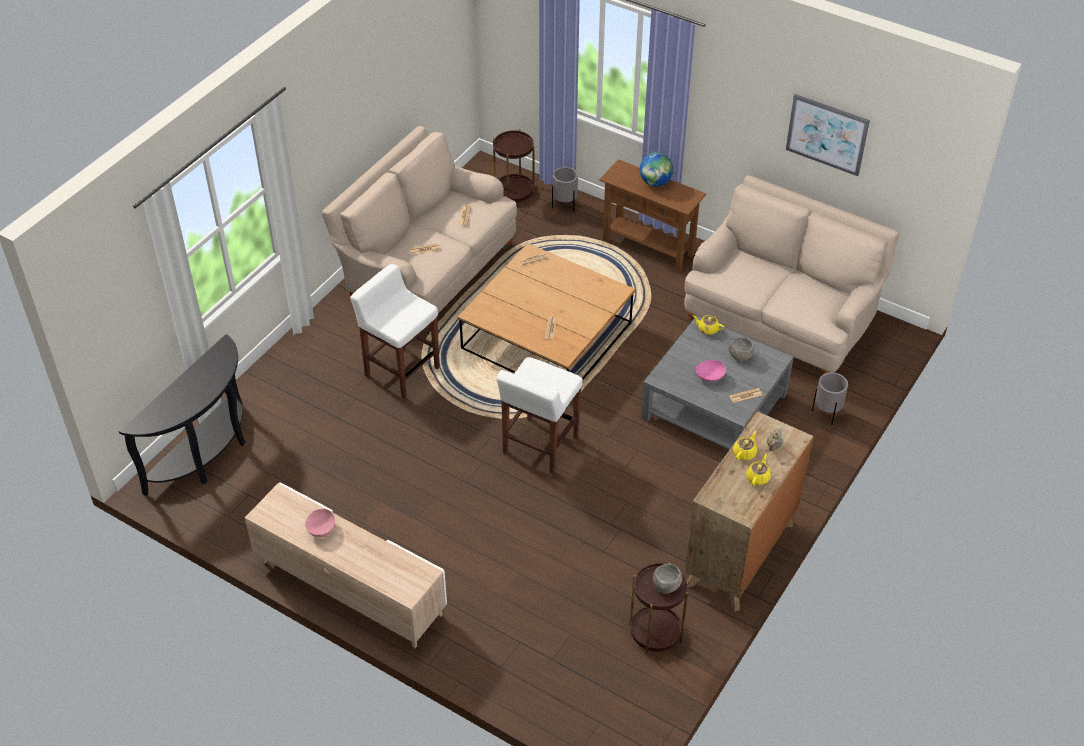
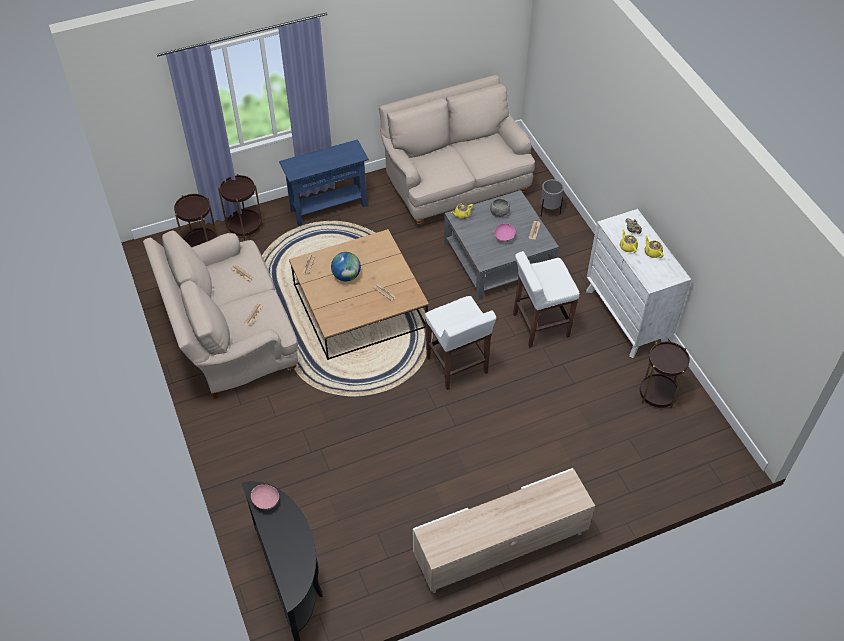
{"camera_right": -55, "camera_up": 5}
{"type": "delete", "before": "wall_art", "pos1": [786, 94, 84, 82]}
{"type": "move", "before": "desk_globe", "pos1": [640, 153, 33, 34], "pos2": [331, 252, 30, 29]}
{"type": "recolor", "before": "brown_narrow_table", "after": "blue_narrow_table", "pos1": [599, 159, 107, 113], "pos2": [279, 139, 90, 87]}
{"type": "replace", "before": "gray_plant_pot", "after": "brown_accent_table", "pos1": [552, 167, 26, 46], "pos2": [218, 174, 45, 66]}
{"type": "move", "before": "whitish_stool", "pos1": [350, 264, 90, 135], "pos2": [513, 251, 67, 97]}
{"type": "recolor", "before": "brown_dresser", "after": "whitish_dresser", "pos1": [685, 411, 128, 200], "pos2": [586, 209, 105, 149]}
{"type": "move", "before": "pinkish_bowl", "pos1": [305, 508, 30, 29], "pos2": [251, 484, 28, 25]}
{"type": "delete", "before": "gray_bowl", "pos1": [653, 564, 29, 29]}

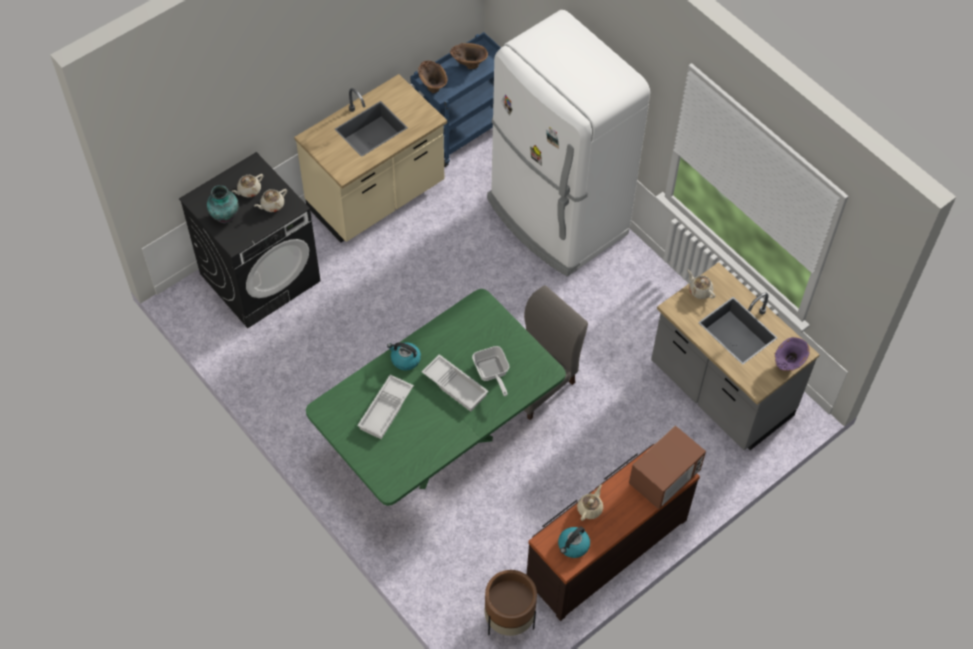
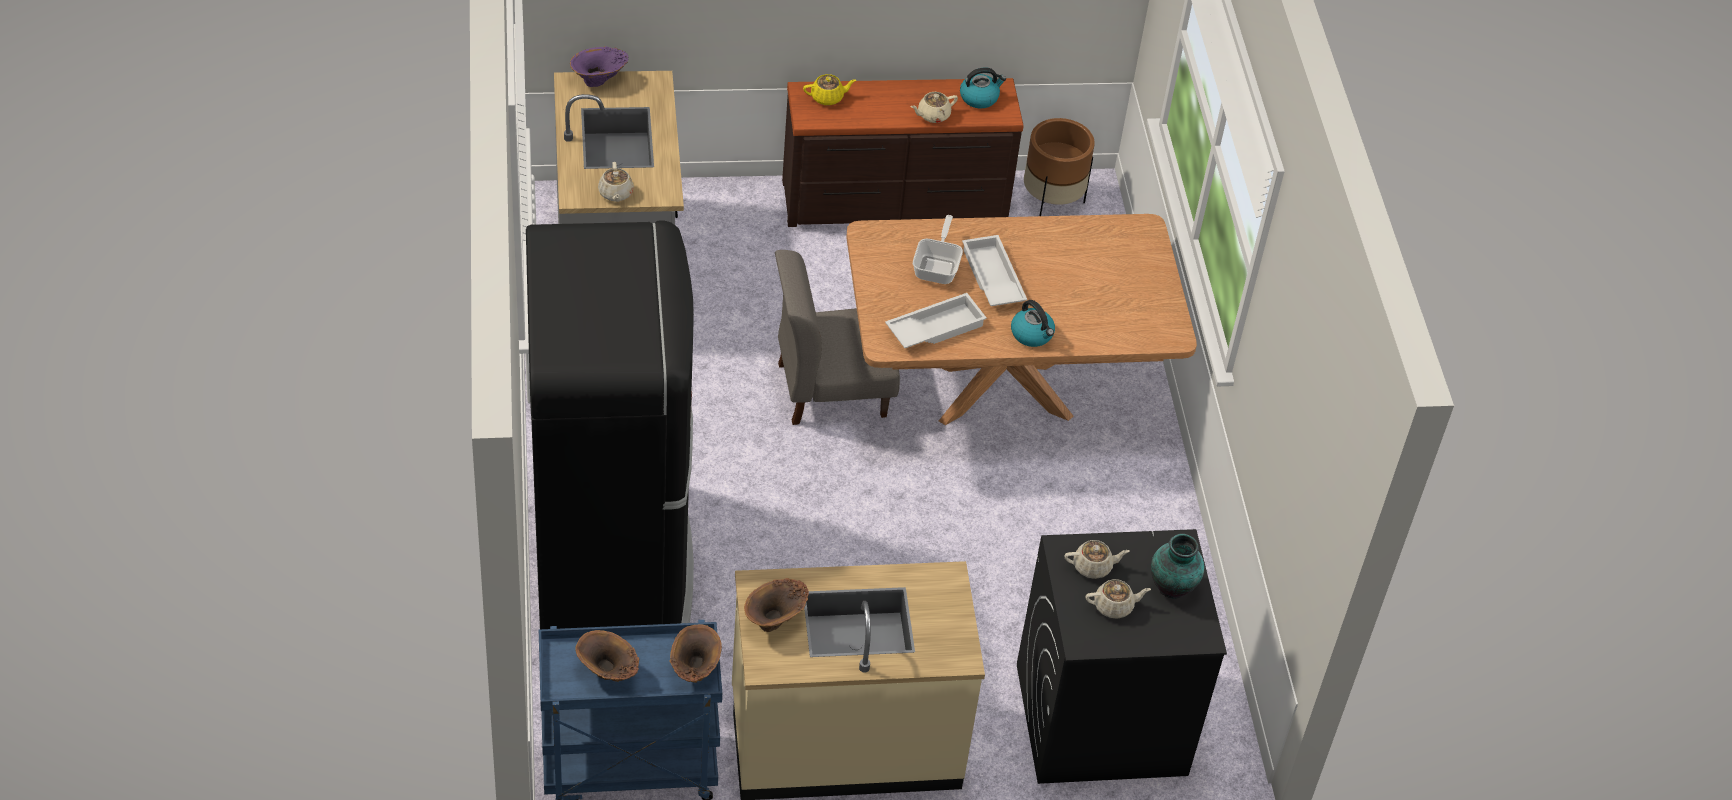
{"camera_right": -150, "camera_up": -10}
{"type": "recolor", "before": "whitish_fridge", "after": "black-coloured_fridge", "pos1": [487, 10, 163, 267], "pos2": [526, 221, 168, 408]}
{"type": "recolor", "before": "green-coloured_dining_table", "after": "brown_dining_table", "pos1": [306, 289, 260, 217], "pos2": [846, 214, 351, 211]}
{"type": "move", "before": "whitish_serving_tray", "pos1": [357, 375, 57, 64], "pos2": [885, 293, 102, 55]}
{"type": "replace", "before": "microwave", "after": "yellow_teapot", "pos1": [629, 425, 77, 84], "pos2": [803, 74, 53, 31]}
{"type": "insert", "after": "brown_flower_vase", "pos2": [744, 578, 65, 54]}

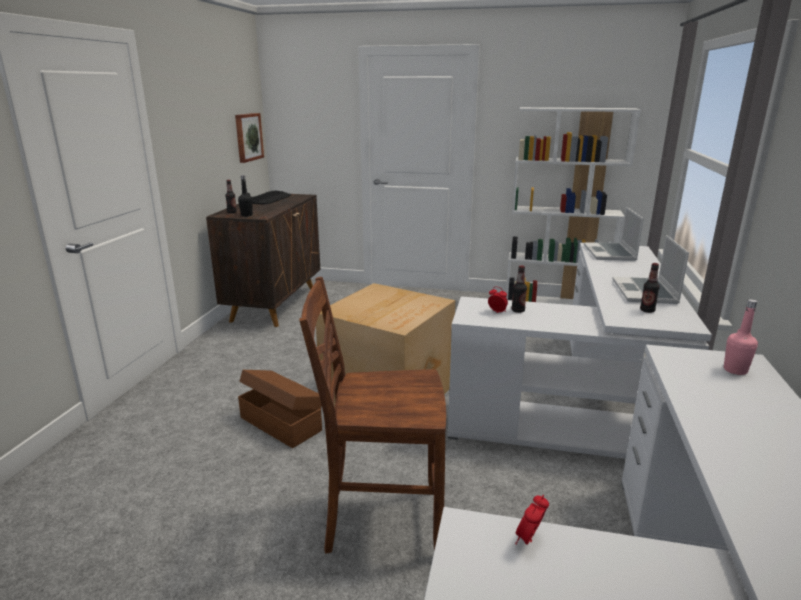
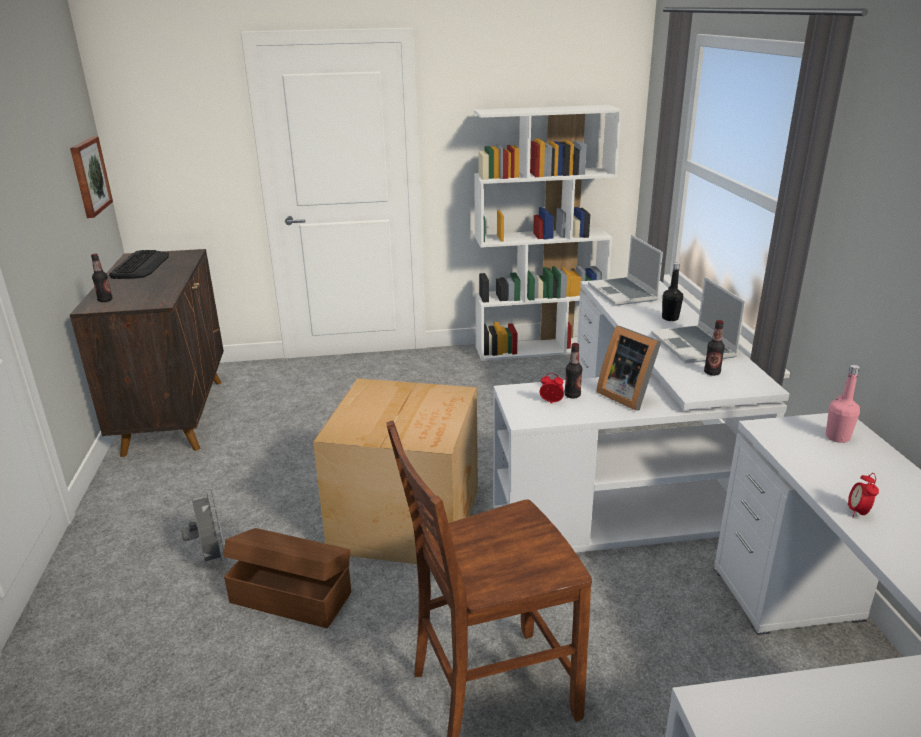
{"camera_right": -20, "camera_up": 5}
{"type": "move", "before": "black-coloured_drink_bottle", "pos1": [238, 175, 15, 42], "pos2": [662, 263, 21, 58]}
{"type": "move", "before": "bedside_clock", "pos1": [515, 495, 34, 50], "pos2": [848, 473, 31, 45]}
{"type": "insert", "after": "standing_frame", "pos2": [596, 326, 65, 85]}
{"type": "insert", "after": "gray_electric_fan", "pos2": [181, 488, 46, 78]}

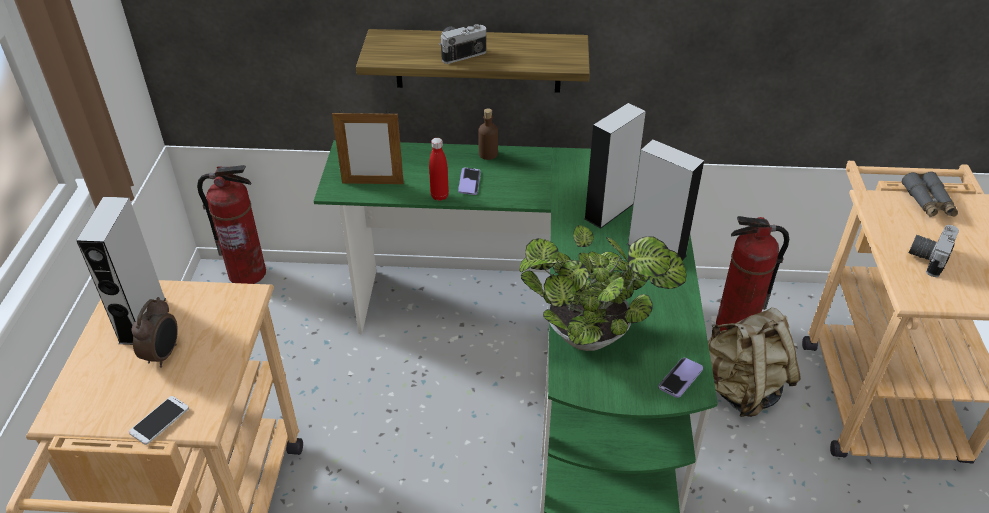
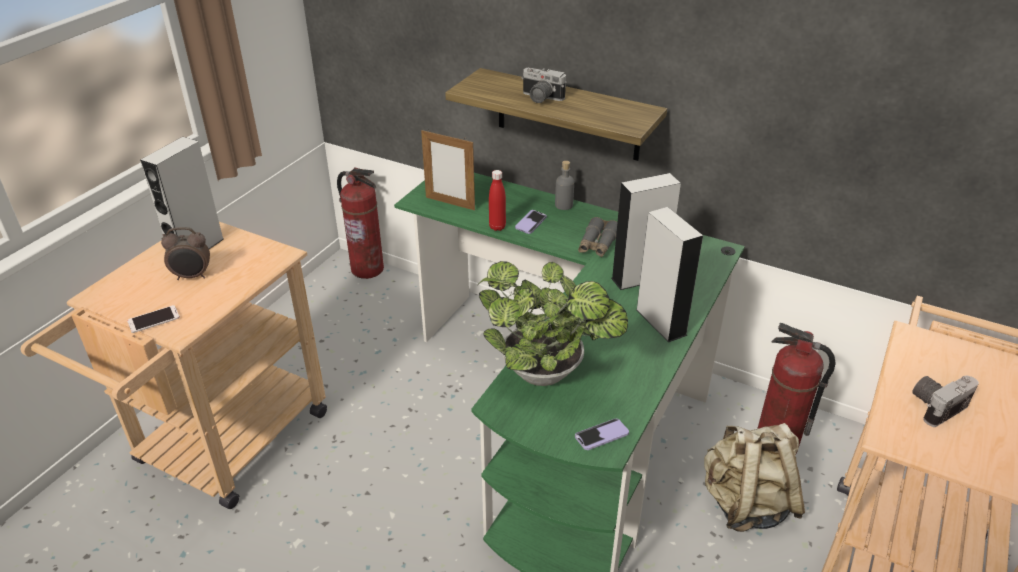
{"camera_right": 25, "camera_up": -5}
{"type": "rotate", "before": "photo_camera", "pos1": [439, 24, 47, 40], "pos2": [521, 68, 45, 35], "turn": -150}
{"type": "recolor", "before": "brown_drink_bottle", "after": "gray_drink_bottle", "pos1": [478, 108, 20, 52], "pos2": [555, 161, 19, 49]}
{"type": "move", "before": "gray_pair_of_binoculars", "pos1": [902, 172, 56, 45], "pos2": [578, 217, 39, 40]}
{"type": "rotate", "before": "bedside_clock", "pos1": [132, 297, 46, 71], "pos2": [161, 227, 49, 53], "turn": 45}

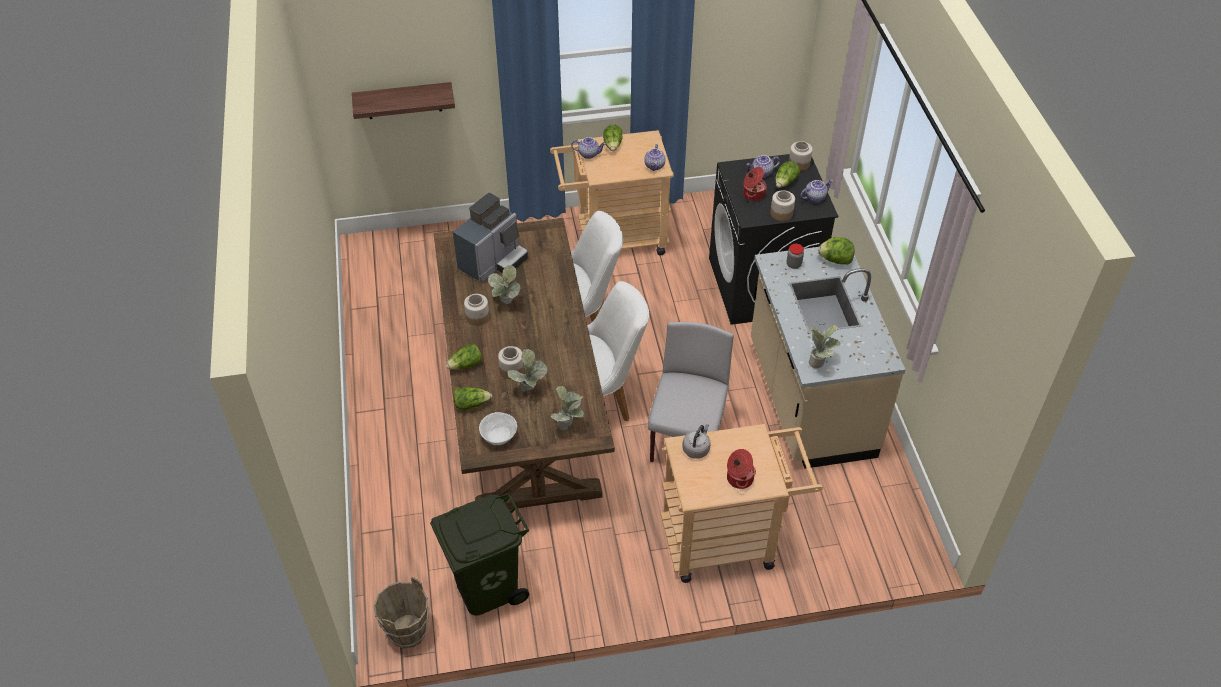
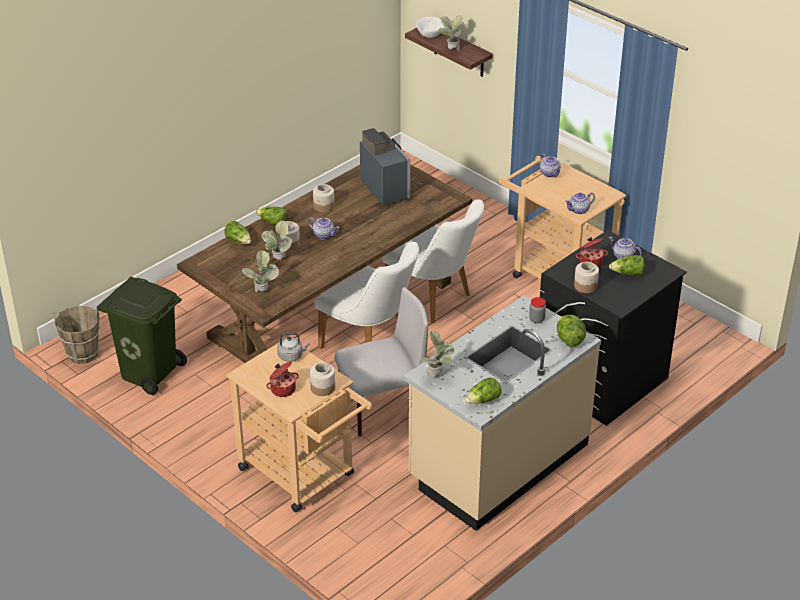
{"camera_right": 55, "camera_up": -10}
{"type": "move", "before": "head_of_lettuce", "pos1": [603, 124, 20, 27], "pos2": [465, 377, 37, 27]}
{"type": "move", "before": "preserve_jar", "pos1": [789, 141, 24, 30], "pos2": [310, 363, 25, 33]}
{"type": "move", "before": "teapot", "pos1": [801, 180, 32, 23], "pos2": [308, 218, 31, 22]}
{"type": "rotate", "before": "coffee_maker", "pos1": [453, 193, 75, 90], "pos2": [360, 128, 50, 78], "turn": -120}
{"type": "move", "before": "houseplant", "pos1": [488, 265, 32, 39], "pos2": [437, 15, 26, 37]}
{"type": "move", "before": "whitish_bowl", "pos1": [479, 412, 38, 33], "pos2": [416, 17, 29, 21]}

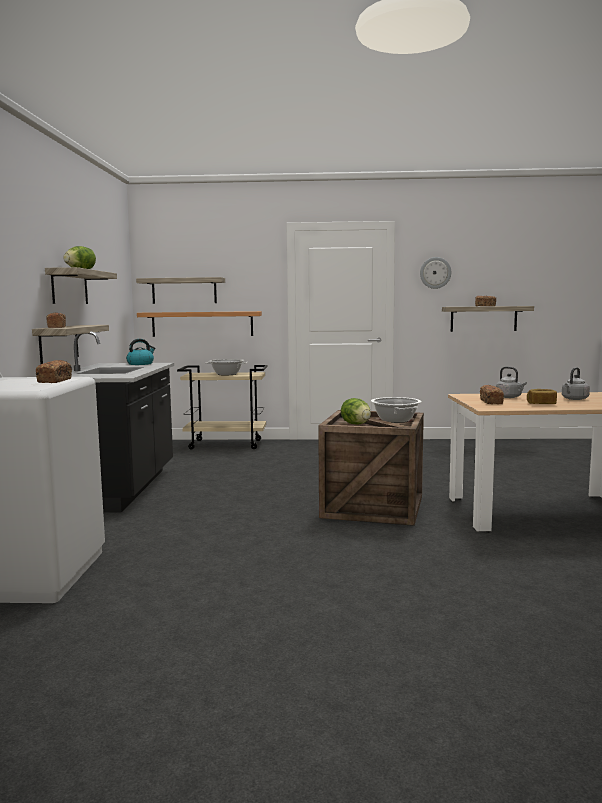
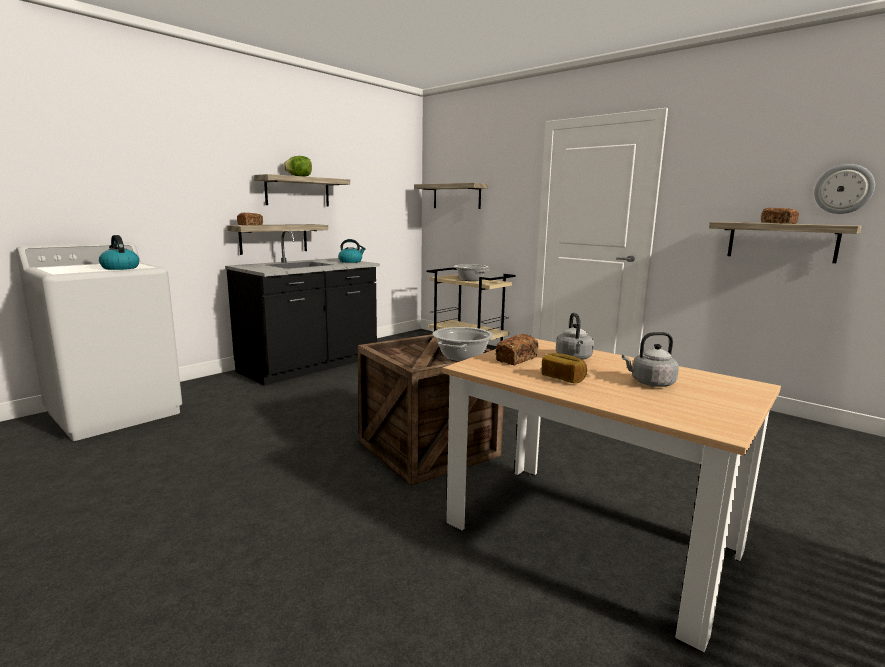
{"camera_right": 40, "camera_up": 5}
{"type": "move", "before": "hanging_clock", "pos1": [420, 257, 31, 32], "pos2": [814, 164, 61, 50]}
{"type": "delete", "before": "shelf", "pos1": [137, 311, 125, 26]}
{"type": "replace", "before": "bread", "after": "water_kettle", "pos1": [36, 360, 36, 23], "pos2": [99, 235, 40, 35]}
{"type": "delete", "before": "head_of_lettuce", "pos1": [341, 398, 30, 27]}

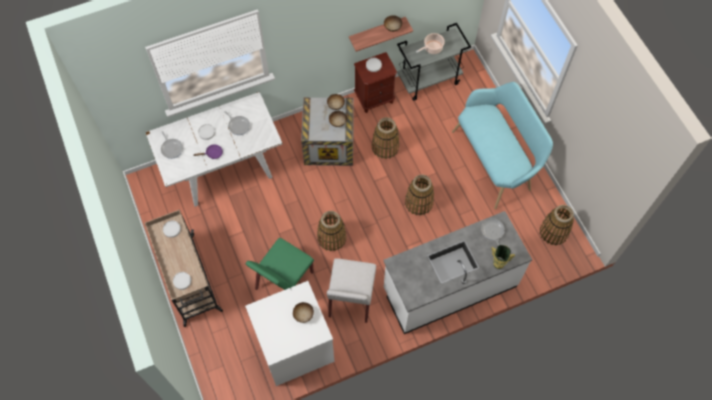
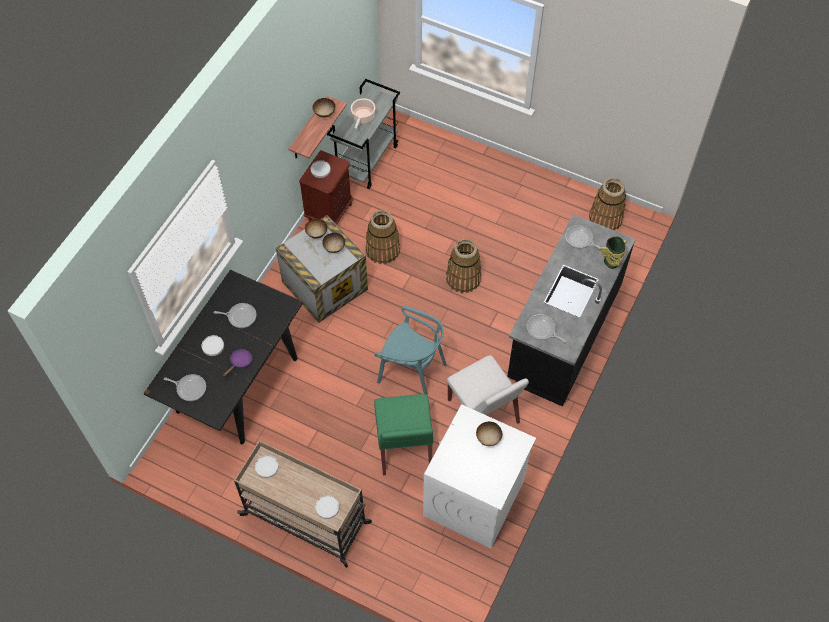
{"camera_right": -40, "camera_up": -5}
{"type": "delete", "before": "turquoise-coloured_long_seat", "pos1": [452, 82, 101, 127]}
{"type": "recolor", "before": "whitish_dining_table", "after": "black-coloured_dining_table", "pos1": [145, 92, 138, 115], "pos2": [144, 270, 159, 175]}
{"type": "replace", "before": "storage_basket", "after": "turquoise-coloured_chair", "pos1": [317, 211, 30, 40], "pos2": [374, 306, 73, 89]}
{"type": "recolor", "before": "whitish_kitchen_base_unit", "after": "black-coloured_kitchen_base_unit", "pos1": [383, 211, 149, 123], "pos2": [507, 214, 128, 193]}
{"type": "insert", "after": "pan", "pos2": [527, 314, 39, 28]}

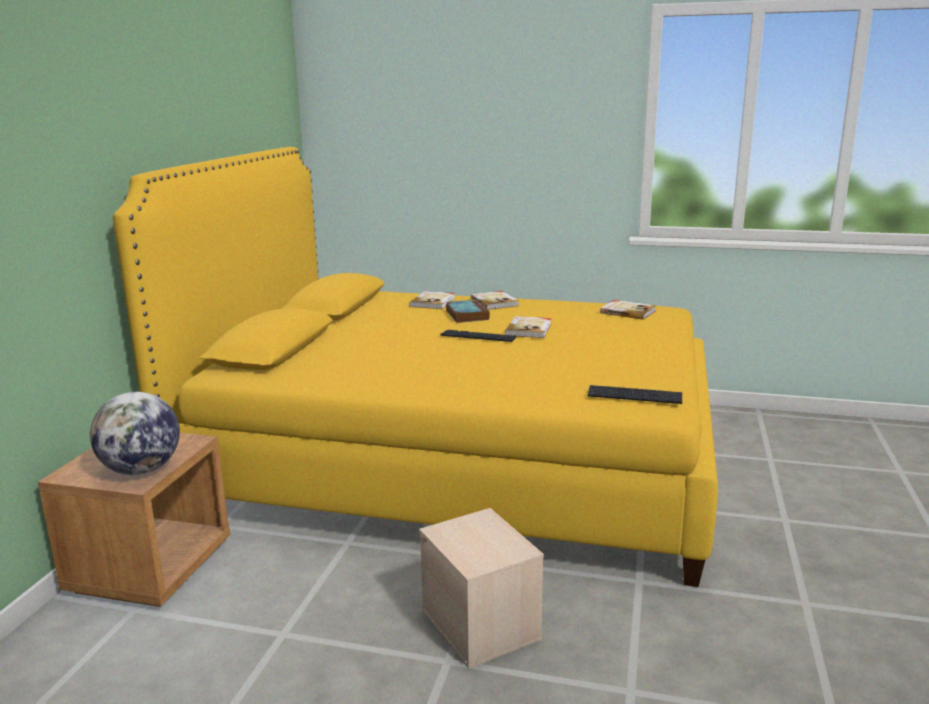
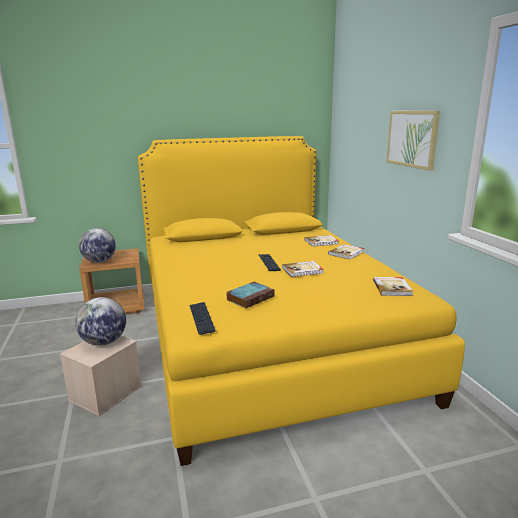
{"camera_right": 60, "camera_up": 0}
{"type": "move", "before": "volume", "pos1": [446, 300, 44, 23], "pos2": [227, 282, 48, 26]}
{"type": "insert", "after": "wall_art", "pos2": [386, 111, 54, 60]}
{"type": "insert", "after": "desk_globe", "pos2": [75, 297, 51, 49]}

